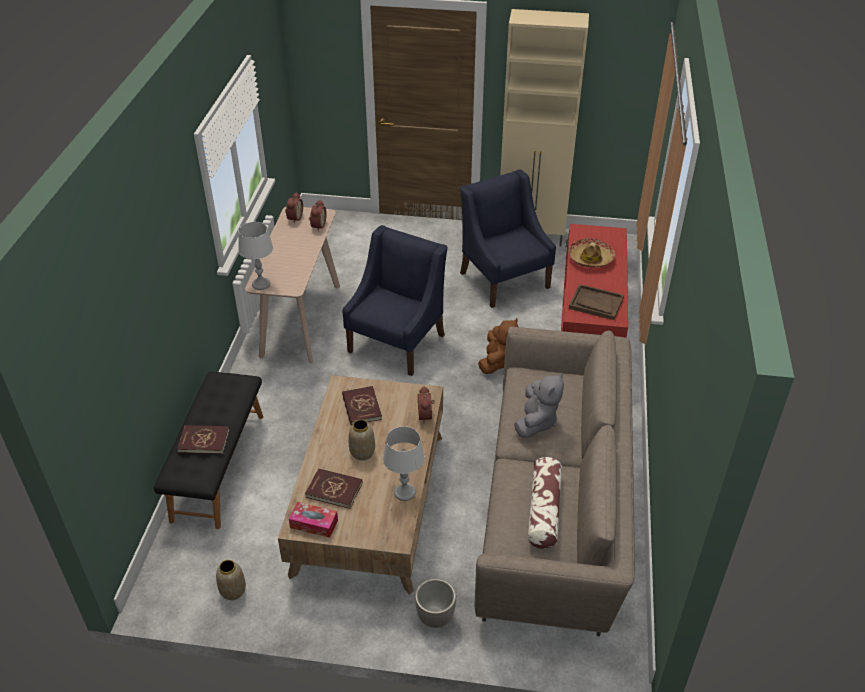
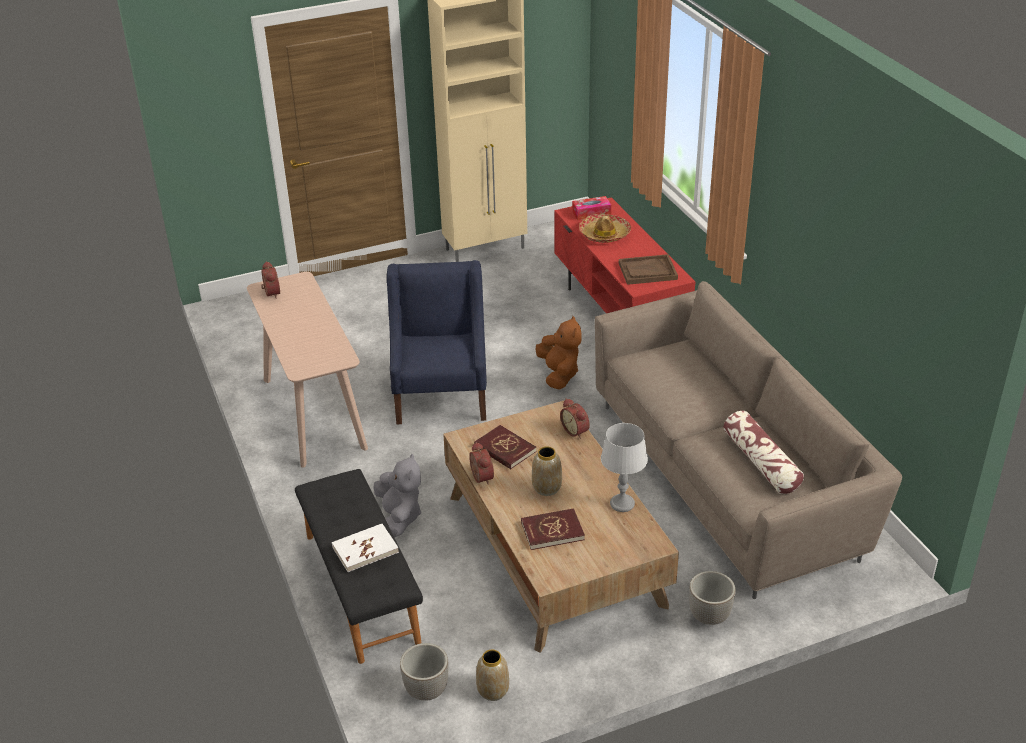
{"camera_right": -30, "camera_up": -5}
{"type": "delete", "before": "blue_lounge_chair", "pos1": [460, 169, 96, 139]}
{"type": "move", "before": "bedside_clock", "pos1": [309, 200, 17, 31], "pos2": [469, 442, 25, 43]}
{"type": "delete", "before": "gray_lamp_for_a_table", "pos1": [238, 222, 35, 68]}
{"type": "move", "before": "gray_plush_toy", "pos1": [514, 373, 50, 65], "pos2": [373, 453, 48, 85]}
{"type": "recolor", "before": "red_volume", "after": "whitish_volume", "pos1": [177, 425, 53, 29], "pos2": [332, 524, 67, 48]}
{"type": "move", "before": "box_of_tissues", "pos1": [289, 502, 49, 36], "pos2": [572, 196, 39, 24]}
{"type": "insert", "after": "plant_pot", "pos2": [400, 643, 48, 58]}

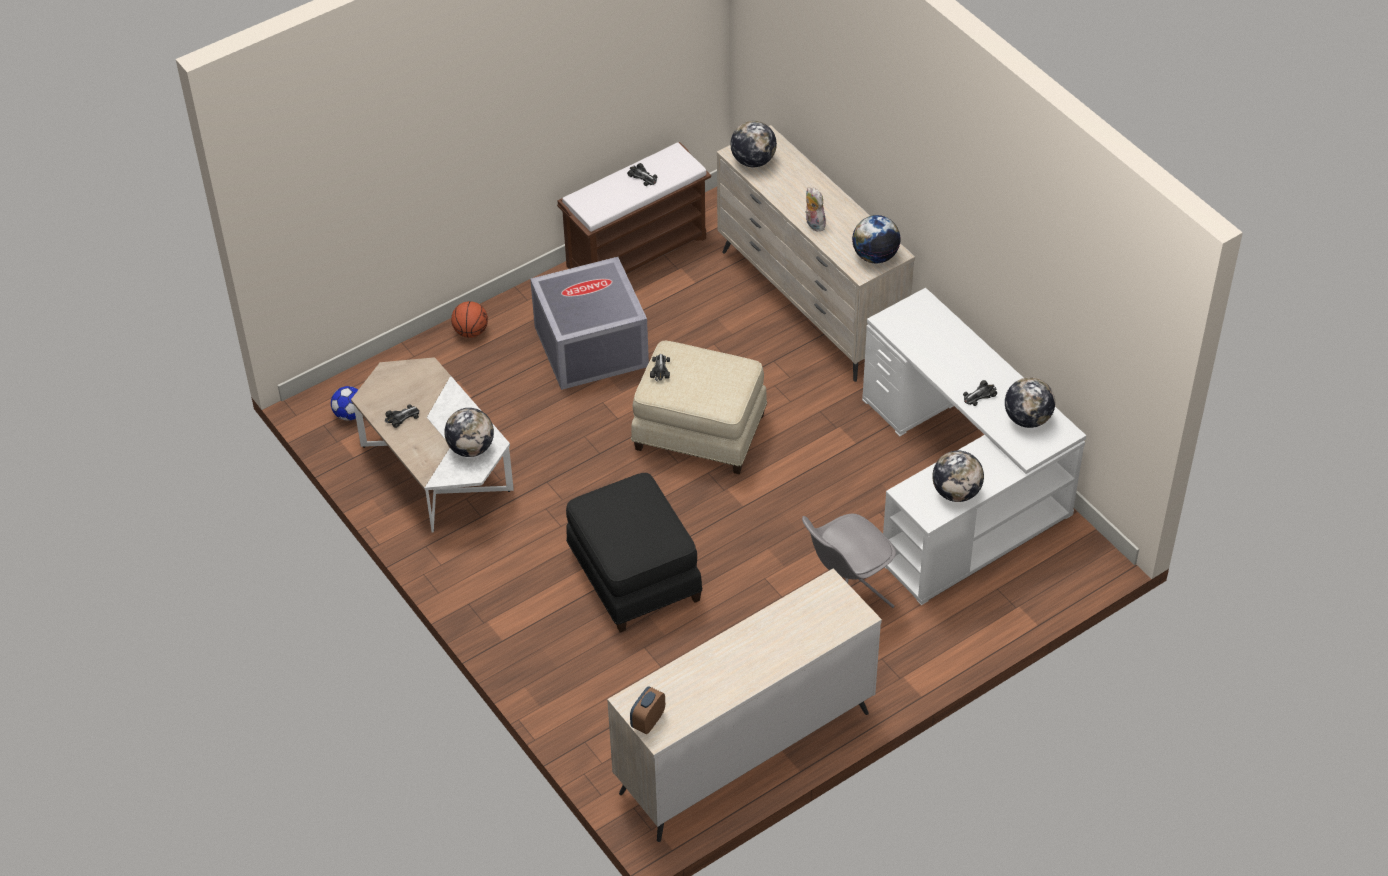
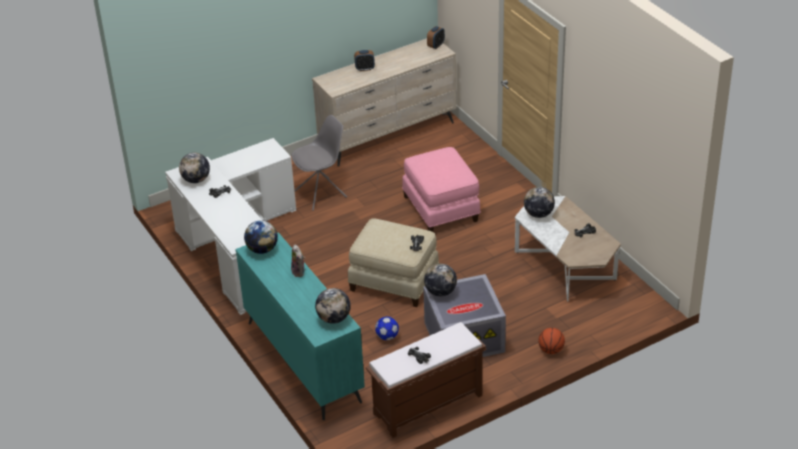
{"camera_right": -175, "camera_up": -10}
{"type": "recolor", "before": "beige_dresser", "after": "turquoise-coloured_dresser", "pos1": [717, 125, 198, 257], "pos2": [235, 232, 130, 188]}
{"type": "move", "before": "football_ball", "pos1": [331, 386, 27, 35], "pos2": [375, 317, 24, 23]}
{"type": "move", "before": "desk_globe", "pos1": [932, 451, 52, 51], "pos2": [424, 264, 33, 33]}
{"type": "recolor", "before": "black-coloured_ottoman", "after": "pinkish_ottoman", "pos1": [566, 473, 136, 160], "pos2": [402, 147, 79, 85]}
{"type": "insert", "after": "bedside_clock", "pos2": [354, 50, 21, 21]}

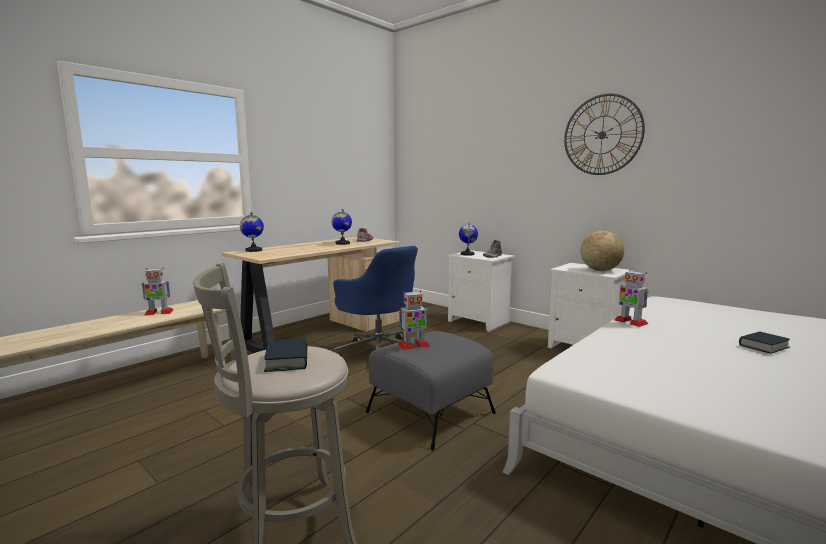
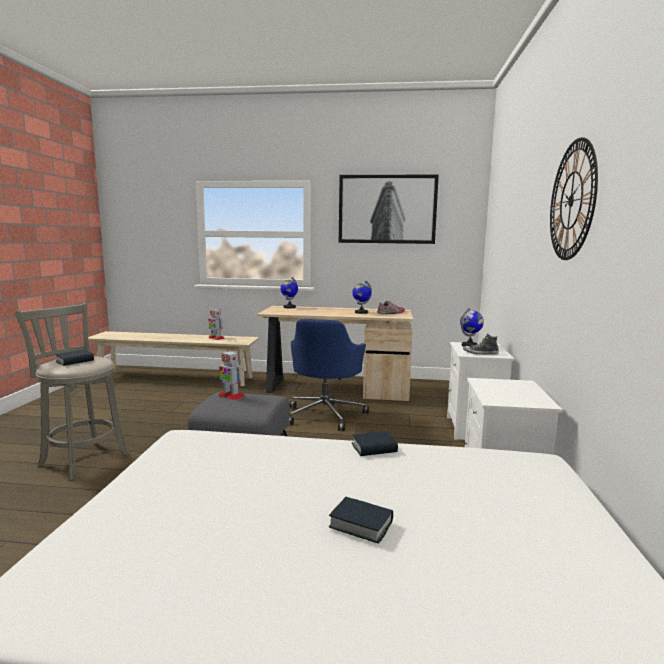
{"camera_right": 55, "camera_up": 0}
{"type": "delete", "before": "desk_globe", "pos1": [580, 230, 44, 41]}
{"type": "replace", "before": "model_robot", "after": "volume", "pos1": [614, 270, 35, 57], "pos2": [352, 431, 46, 25]}
{"type": "insert", "after": "wall_art", "pos2": [339, 175, 100, 69]}

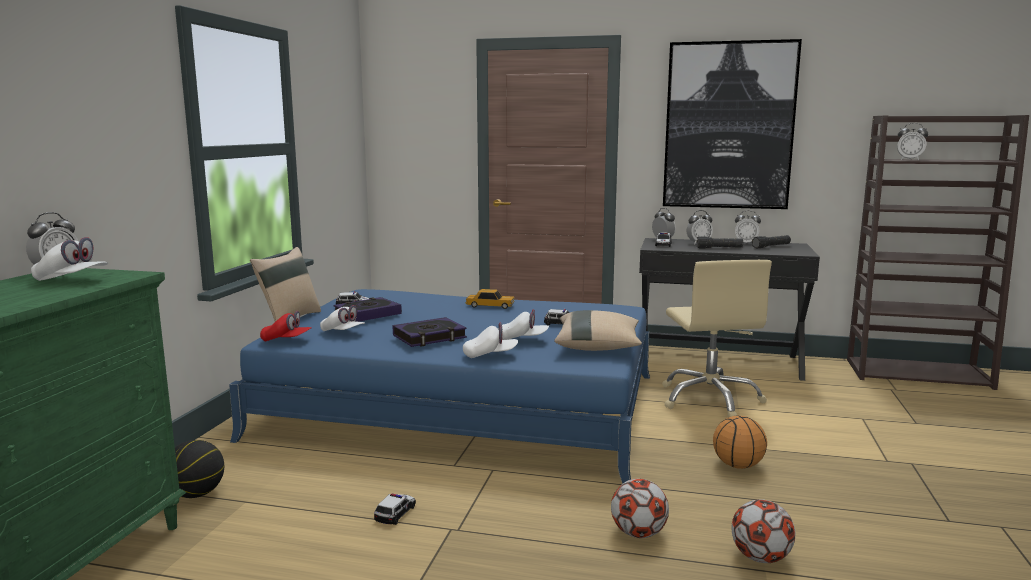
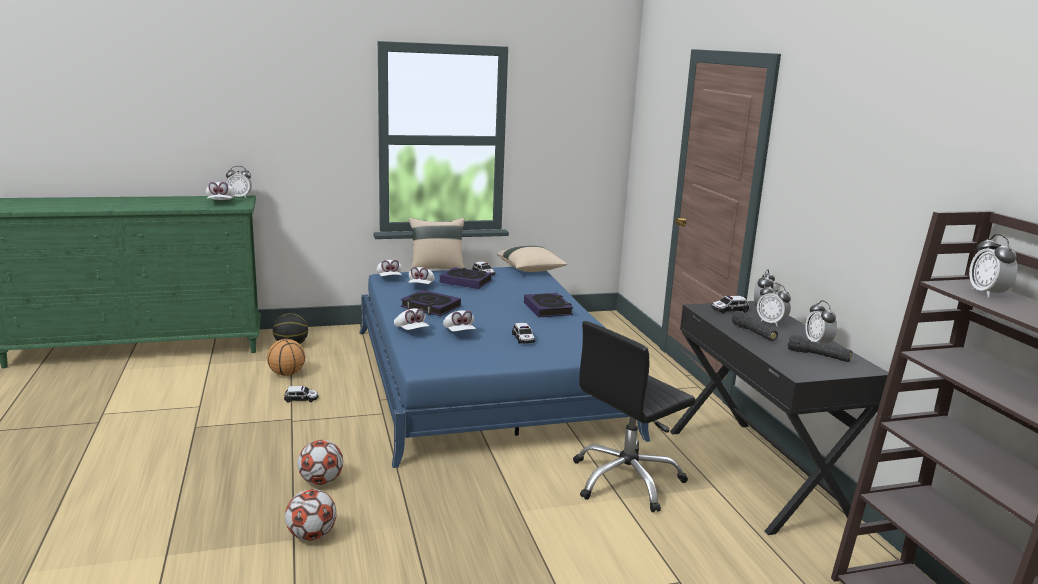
{"camera_right": 60, "camera_up": 5}
{"type": "delete", "before": "wall_art", "pos1": [663, 39, 139, 170]}
{"type": "recolor", "before": "beige_office_chair", "after": "black-coloured_office_chair", "pos1": [662, 260, 110, 157], "pos2": [573, 321, 123, 191]}
{"type": "replace", "before": "toy_car", "after": "volume", "pos1": [465, 289, 50, 20], "pos2": [524, 293, 50, 24]}
{"type": "move", "before": "beige_throw_pillow", "pos1": [554, 310, 88, 41], "pos2": [497, 246, 70, 26]}
{"type": "recolor", "before": "red_baseball_cap", "after": "whitish_baseball_cap", "pos1": [260, 311, 52, 31], "pos2": [376, 260, 26, 16]}
{"type": "move", "before": "ball_for_basketball", "pos1": [713, 416, 54, 53], "pos2": [267, 339, 38, 37]}

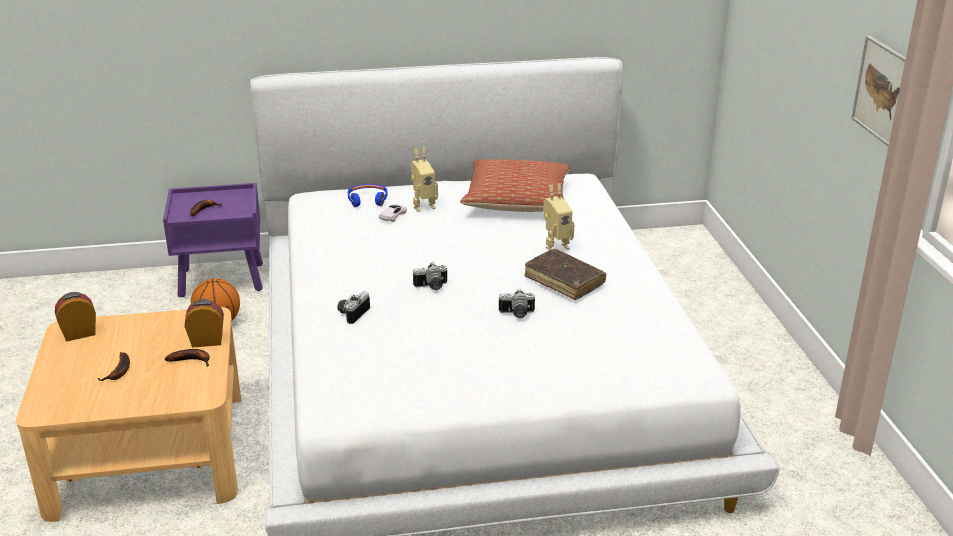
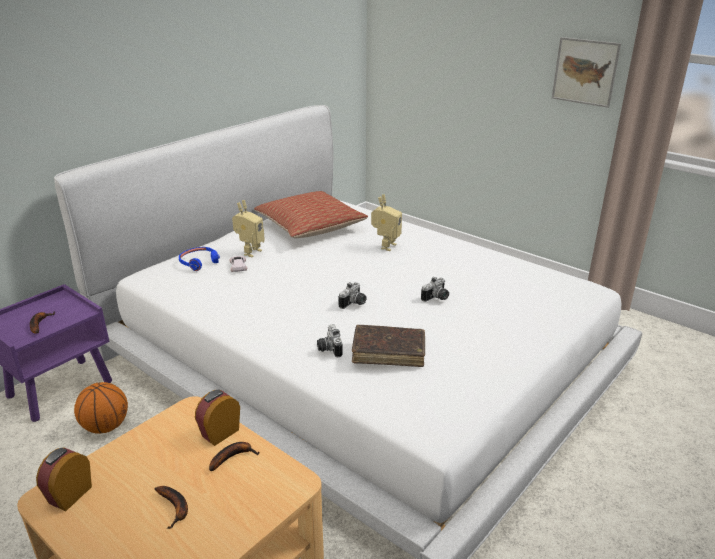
{"camera_right": -40, "camera_up": 0}
{"type": "move", "before": "brown_volume", "pos1": [524, 249, 82, 51], "pos2": [352, 325, 73, 42]}

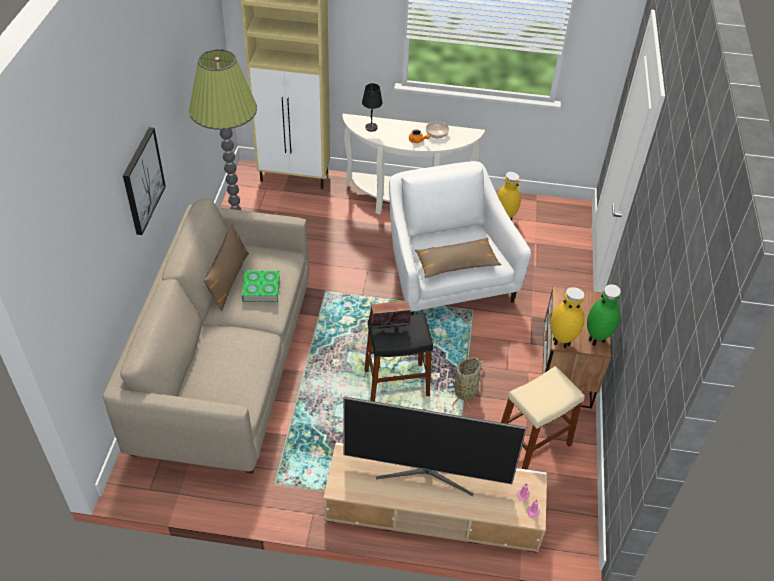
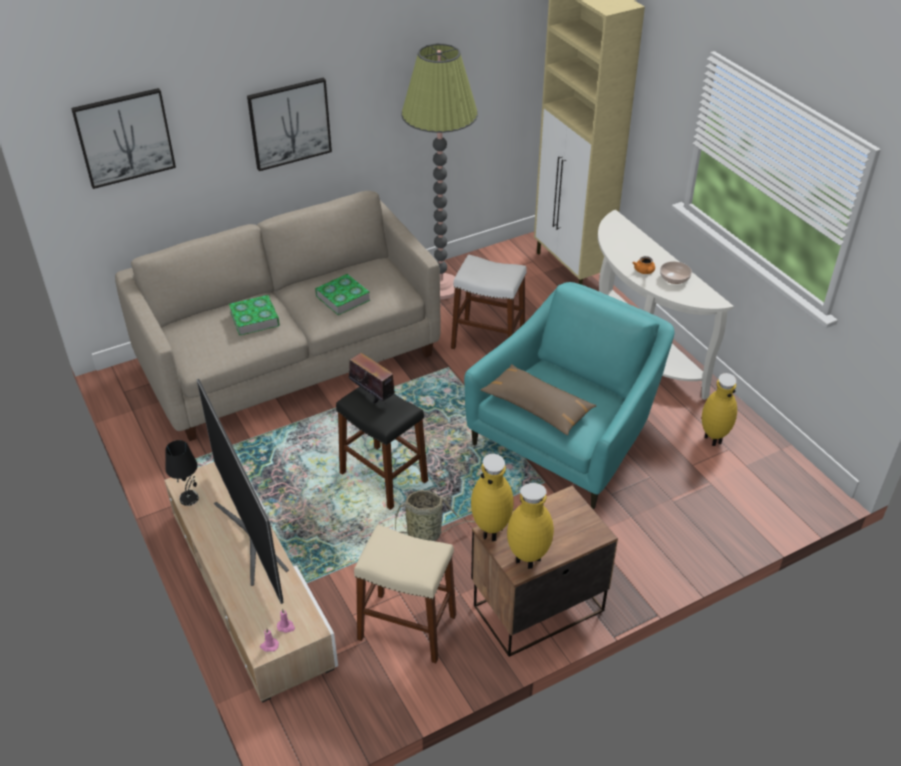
{"camera_right": 55, "camera_up": -5}
{"type": "move", "before": "black-coloured_lamp_for_a_table", "pos1": [362, 83, 21, 49], "pos2": [165, 440, 34, 66]}
{"type": "recolor", "before": "whitish_lounge_chair", "after": "turquoise-coloured_lounge_chair", "pos1": [389, 161, 142, 154], "pos2": [464, 282, 211, 227]}
{"type": "delete", "before": "brown_throw_pillow", "pos1": [204, 223, 45, 88]}
{"type": "recolor", "before": "green-coloured_flower_vase", "after": "yellow_flower_vase", "pos1": [587, 284, 34, 62], "pos2": [507, 483, 47, 86]}
{"type": "insert", "after": "wall_art", "pos2": [71, 88, 105, 101]}
{"type": "insert", "after": "whitish_stool", "pos2": [451, 255, 76, 94]}
{"type": "insert", "after": "volume", "pos2": [229, 295, 51, 41]}

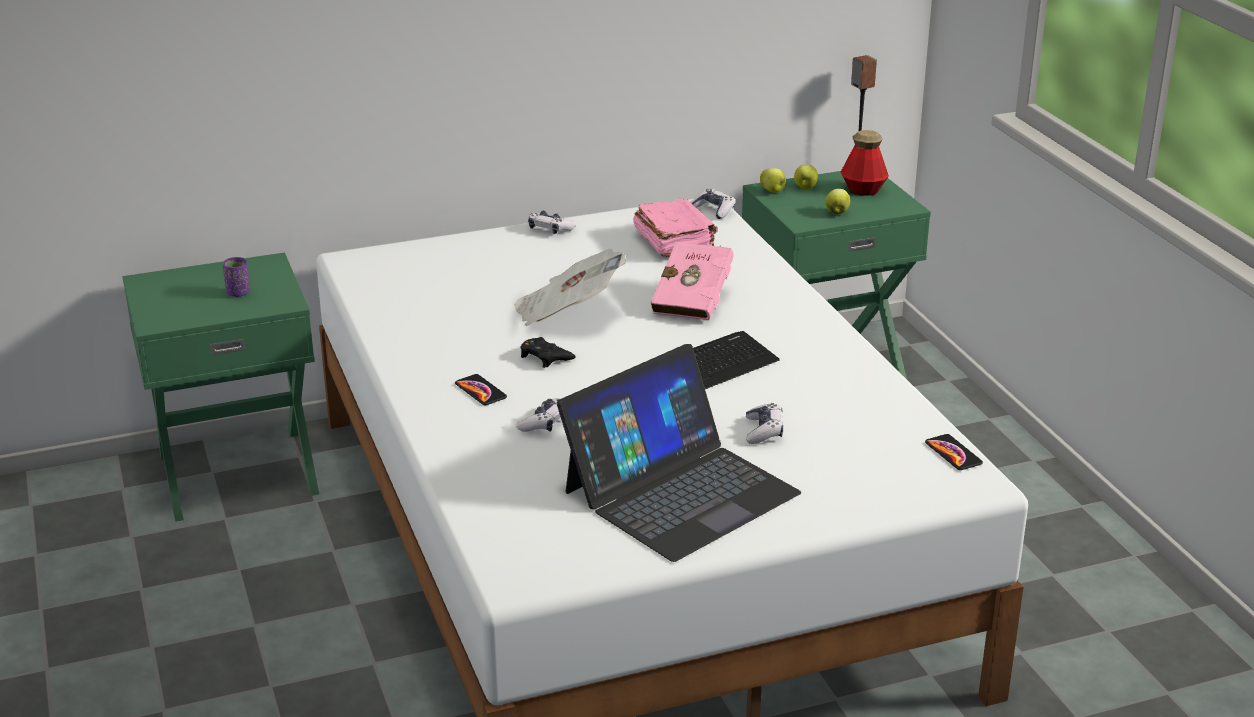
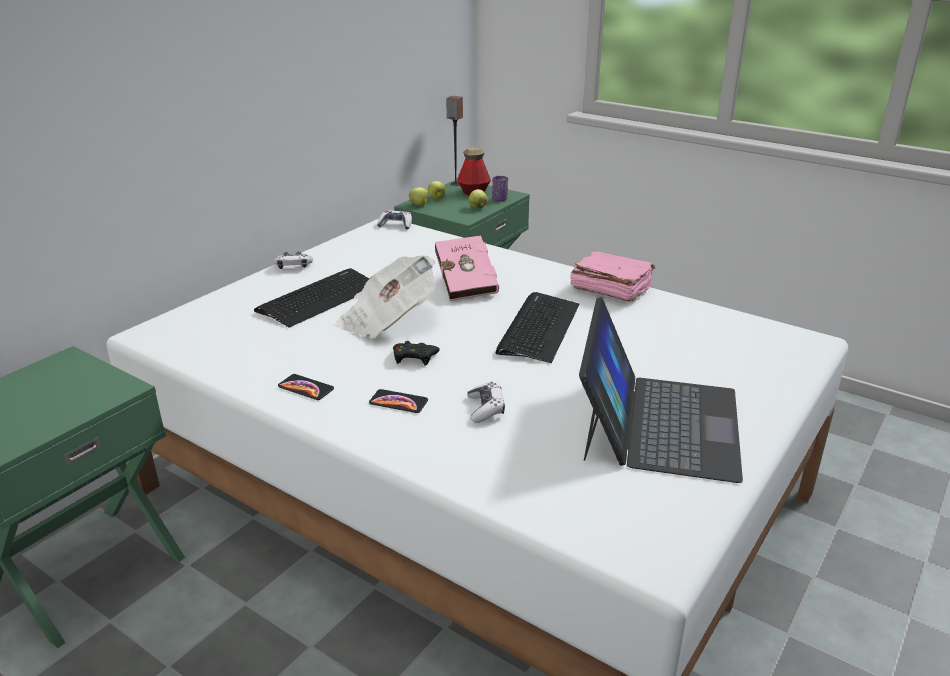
{"camera_right": -35, "camera_up": 0}
{"type": "move", "before": "pinkish_volume", "pos1": [633, 198, 85, 59], "pos2": [570, 251, 85, 51]}
{"type": "move", "before": "purple-coloured_small_cup", "pos1": [223, 257, 27, 40], "pos2": [492, 176, 16, 26]}
{"type": "delete", "before": "joypad", "pos1": [746, 403, 37, 41]}
{"type": "move", "before": "handset", "pos1": [925, 434, 58, 36], "pos2": [278, 374, 56, 26]}
{"type": "insert", "after": "keyboard", "pos2": [254, 268, 115, 60]}

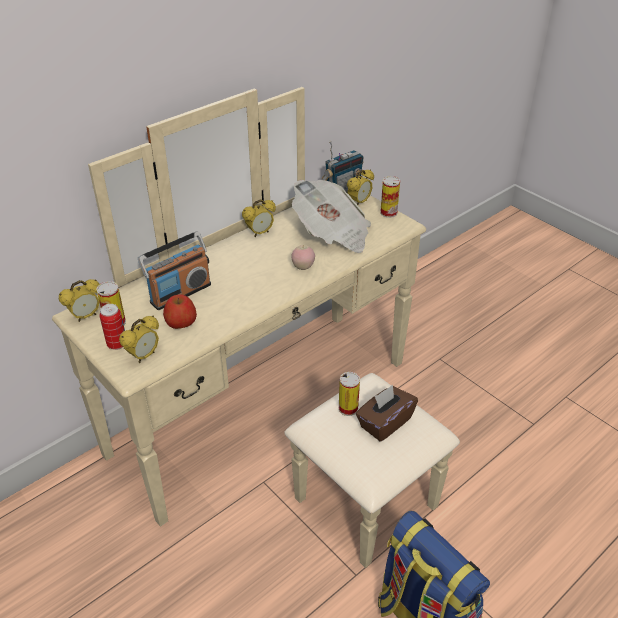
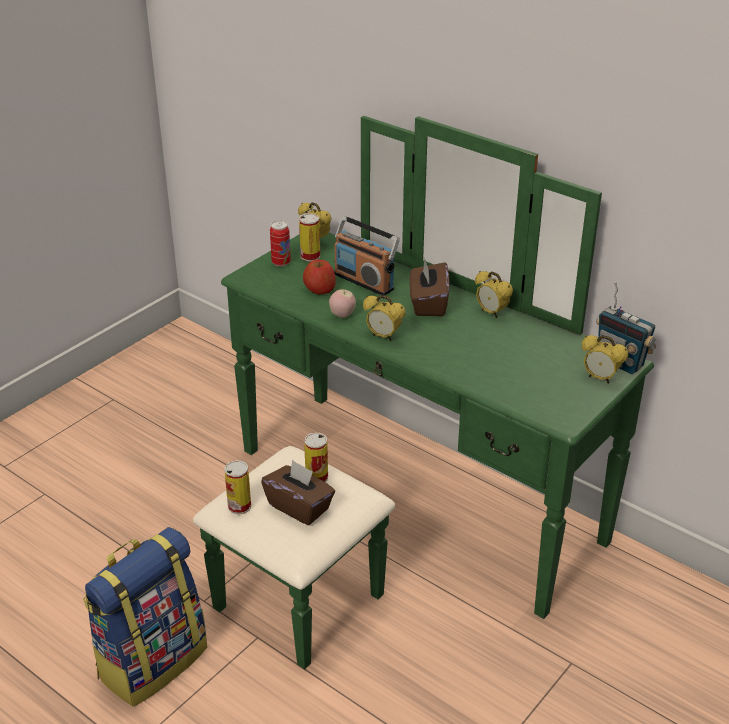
{"camera_right": 80, "camera_up": -5}
{"type": "recolor", "before": "beige_dresser", "after": "green-coloured_dresser", "pos1": [52, 87, 408, 481], "pos2": [193, 116, 461, 554]}
{"type": "move", "before": "sealed_can", "pos1": [380, 176, 20, 42], "pos2": [224, 460, 27, 54]}
{"type": "delete", "before": "daily_paper", "pos1": [292, 180, 79, 73]}
{"type": "move", "before": "apple_fruit", "pos1": [291, 245, 24, 25], "pos2": [329, 289, 27, 29]}
{"type": "move", "before": "bedside_clock", "pos1": [119, 315, 40, 48], "pos2": [363, 295, 42, 46]}
{"type": "insert", "after": "brown_box_of_tissues", "pos2": [410, 258, 39, 58]}

